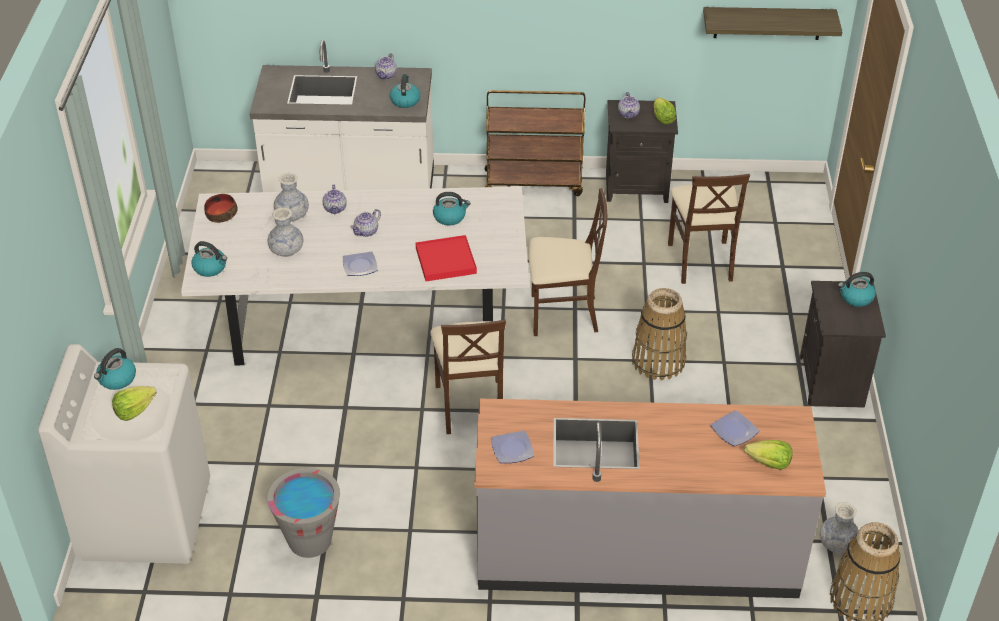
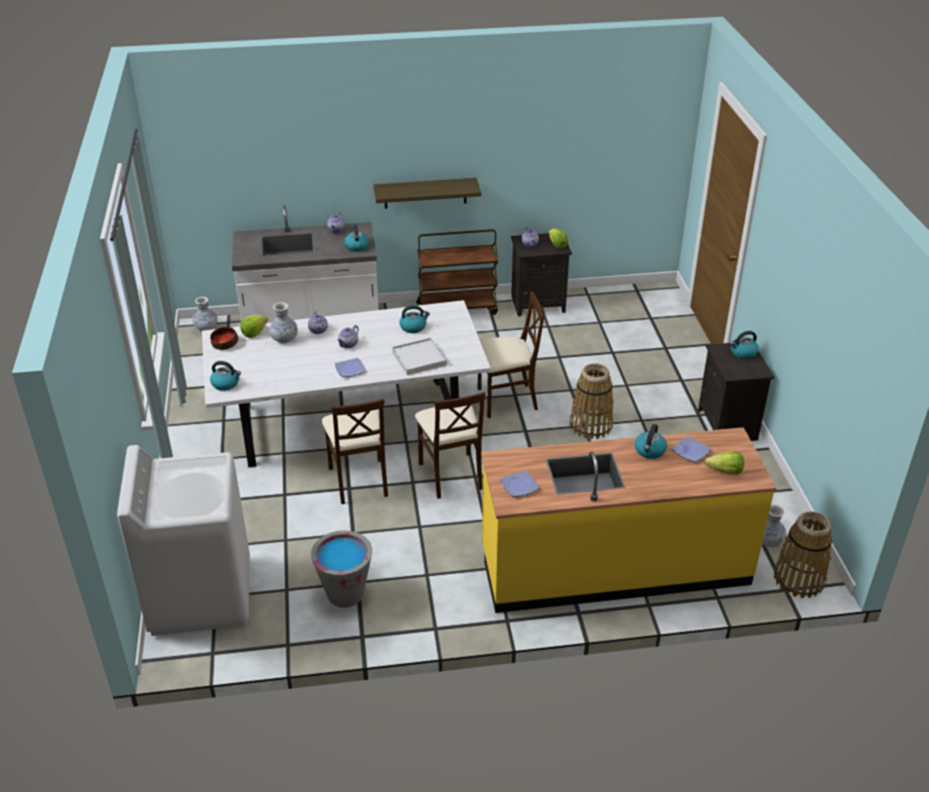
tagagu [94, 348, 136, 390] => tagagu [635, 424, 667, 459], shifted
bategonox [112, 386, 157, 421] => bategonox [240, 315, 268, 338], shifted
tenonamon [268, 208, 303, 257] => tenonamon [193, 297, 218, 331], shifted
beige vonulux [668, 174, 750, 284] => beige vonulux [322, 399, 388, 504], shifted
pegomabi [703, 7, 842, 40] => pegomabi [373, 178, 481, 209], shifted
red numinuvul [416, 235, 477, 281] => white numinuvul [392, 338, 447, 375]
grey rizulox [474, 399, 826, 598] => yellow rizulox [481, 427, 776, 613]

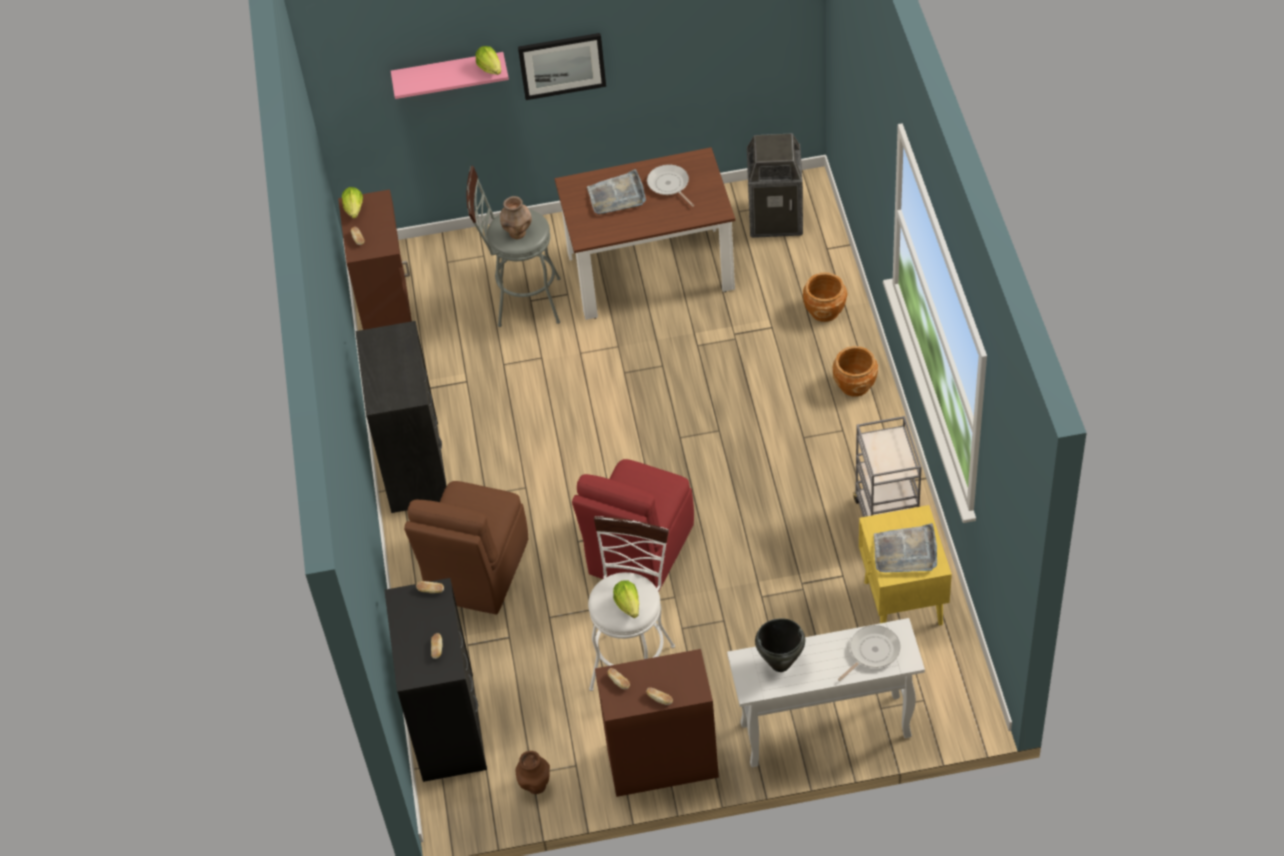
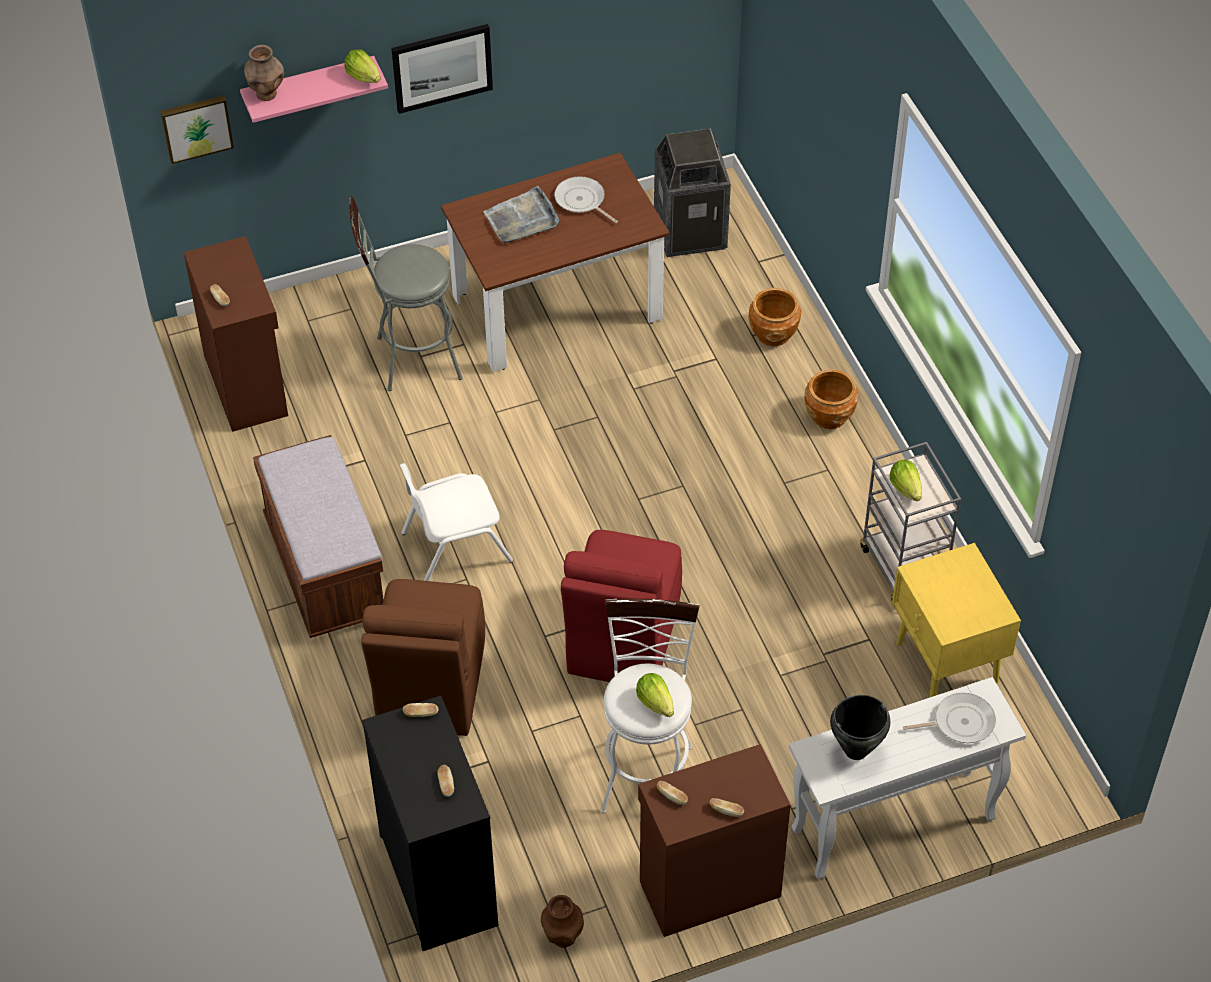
grey numinuvul [874, 523, 937, 572] => nothing
nothing => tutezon [160, 95, 234, 164]
nothing => white vonulux [400, 463, 513, 581]
bategonox [342, 187, 363, 219] => bategonox [890, 460, 922, 501], shifted
brown tenonamon [500, 196, 532, 239] => brown tenonamon [244, 45, 284, 101], shifted
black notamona [355, 321, 447, 513] => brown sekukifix [253, 435, 384, 638]
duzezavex [838, 625, 901, 681] => duzezavex [903, 693, 996, 743], 45 degrees clockwise

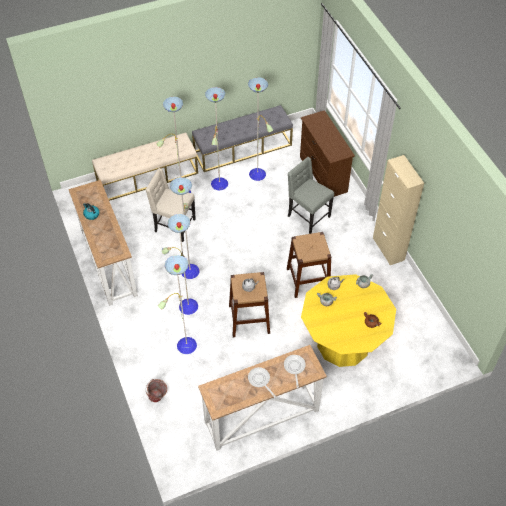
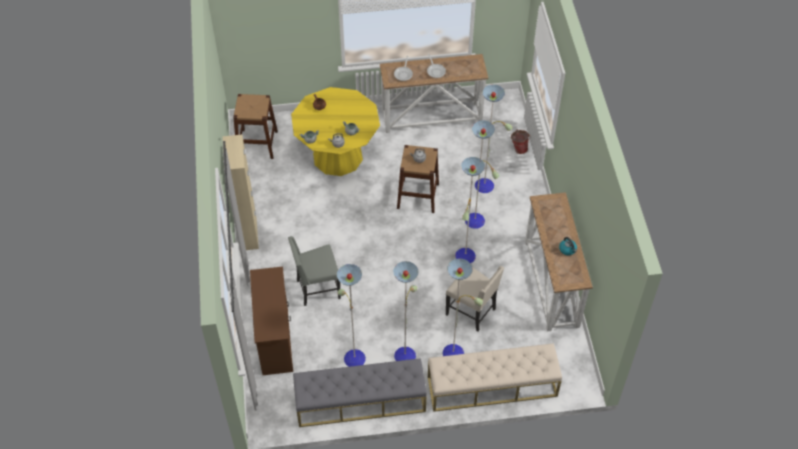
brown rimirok [287, 232, 331, 298] => brown rimirok [233, 94, 278, 159], shifted
grey vonulux [288, 157, 334, 234] => grey vonulux [288, 236, 341, 306], 105 degrees clockwise

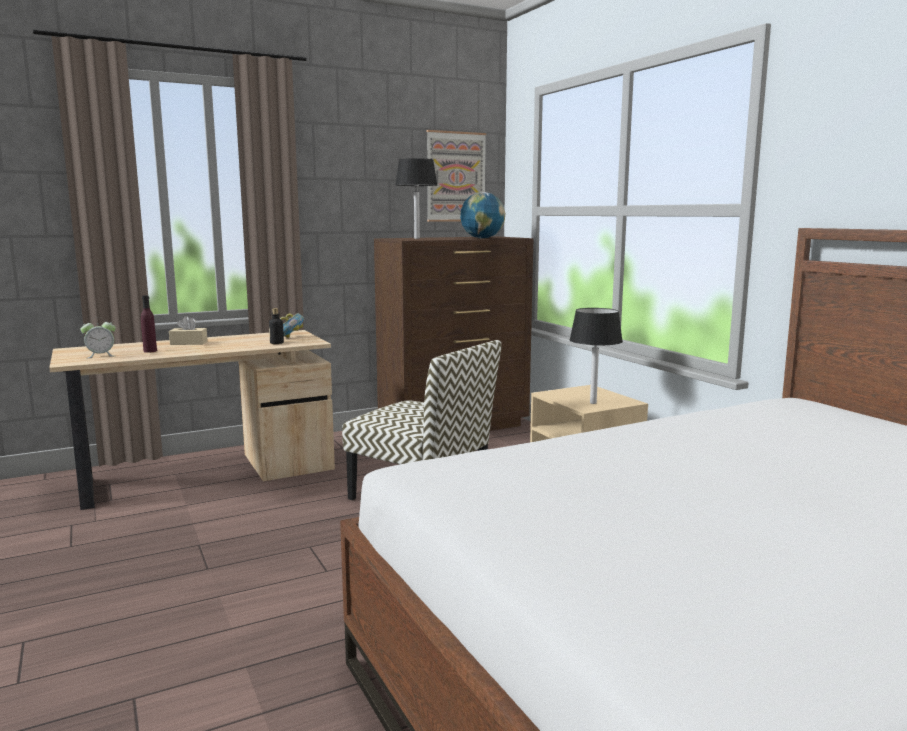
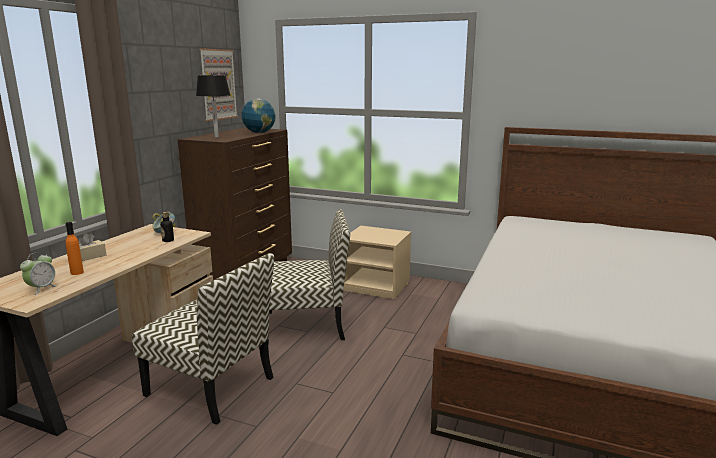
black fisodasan [569, 308, 623, 404] => nothing
nothing => vonulux [132, 253, 274, 425]
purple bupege [141, 295, 157, 353] => orange bupege [65, 222, 84, 275]

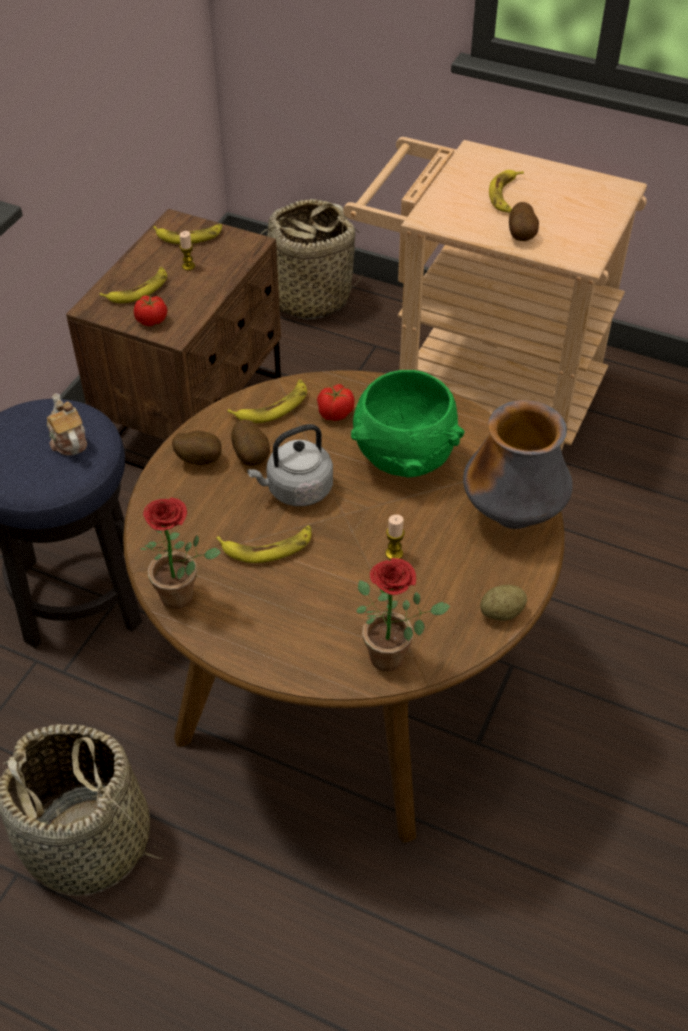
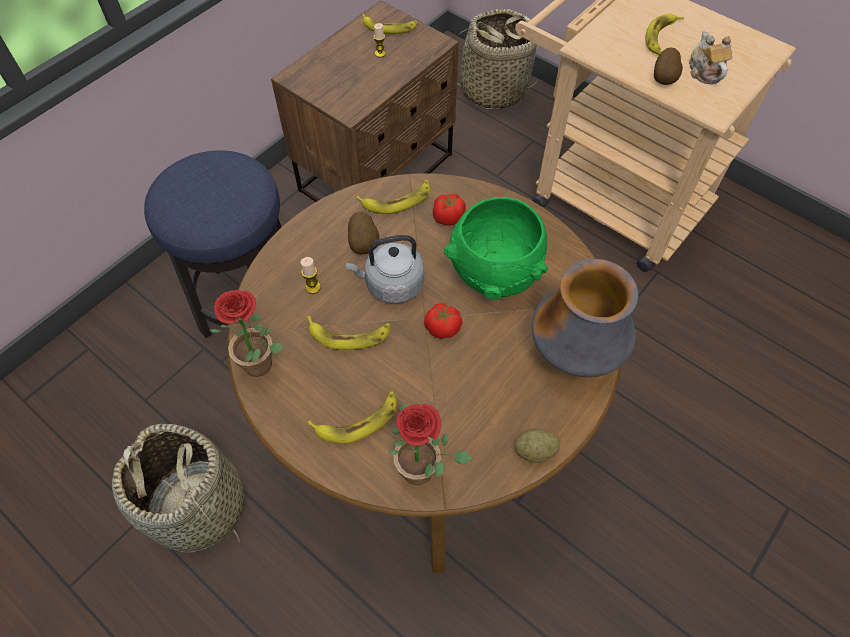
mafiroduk [172, 431, 222, 466] => nothing
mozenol [47, 393, 87, 456] => mozenol [689, 31, 733, 84], shifted
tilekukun [99, 267, 167, 303] => tilekukun [308, 392, 397, 443], shifted
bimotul [134, 295, 167, 326] => bimotul [424, 303, 462, 339], shifted
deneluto [386, 515, 405, 560] => deneluto [301, 257, 321, 294], shifted

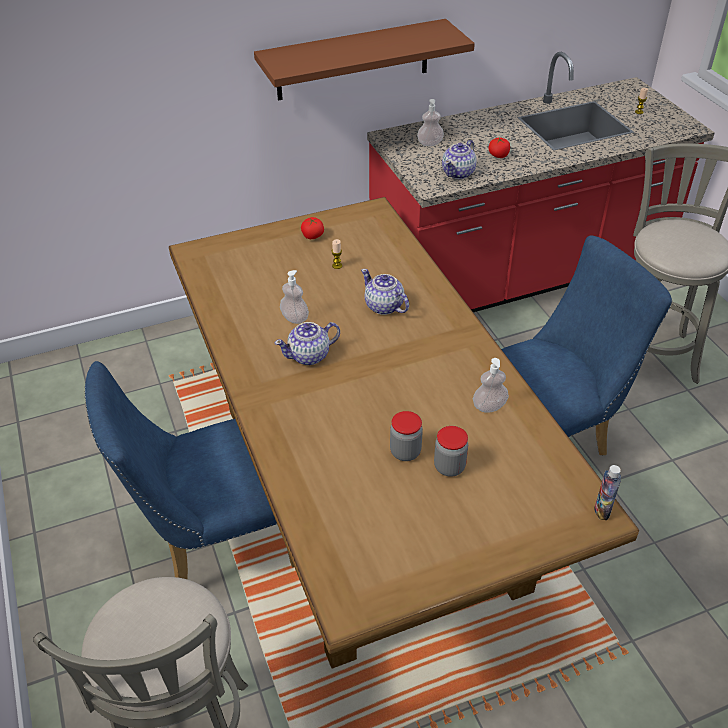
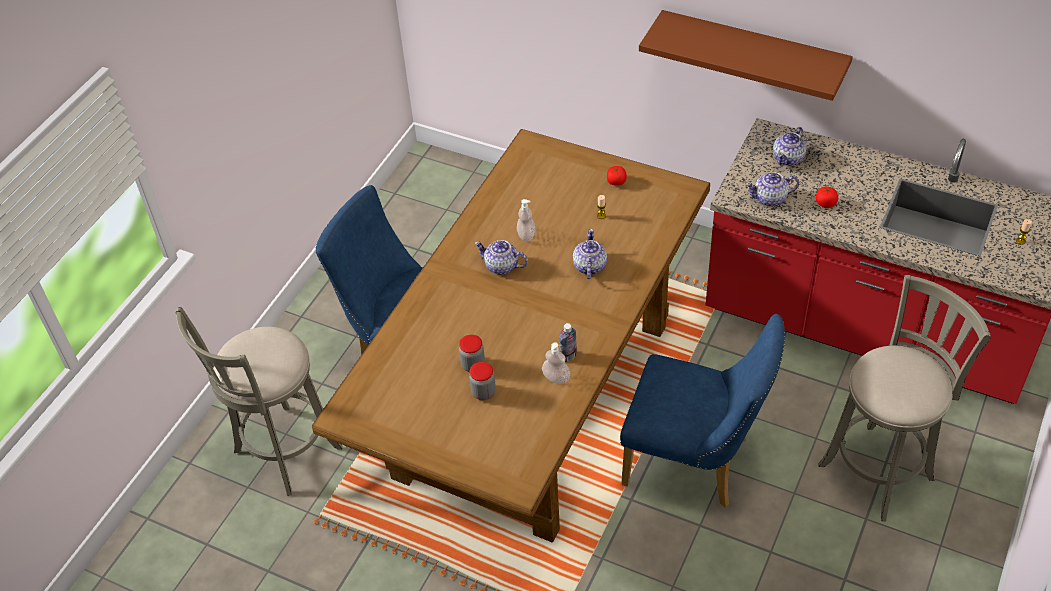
bupege [595, 465, 621, 520] => bupege [559, 323, 577, 362], shifted
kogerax [417, 99, 444, 146] => mozenol [773, 127, 806, 166]

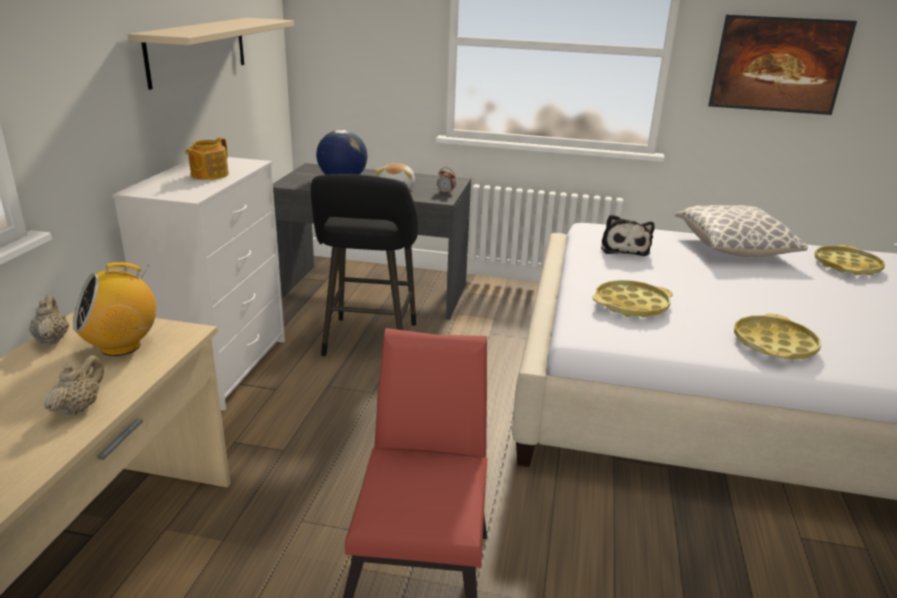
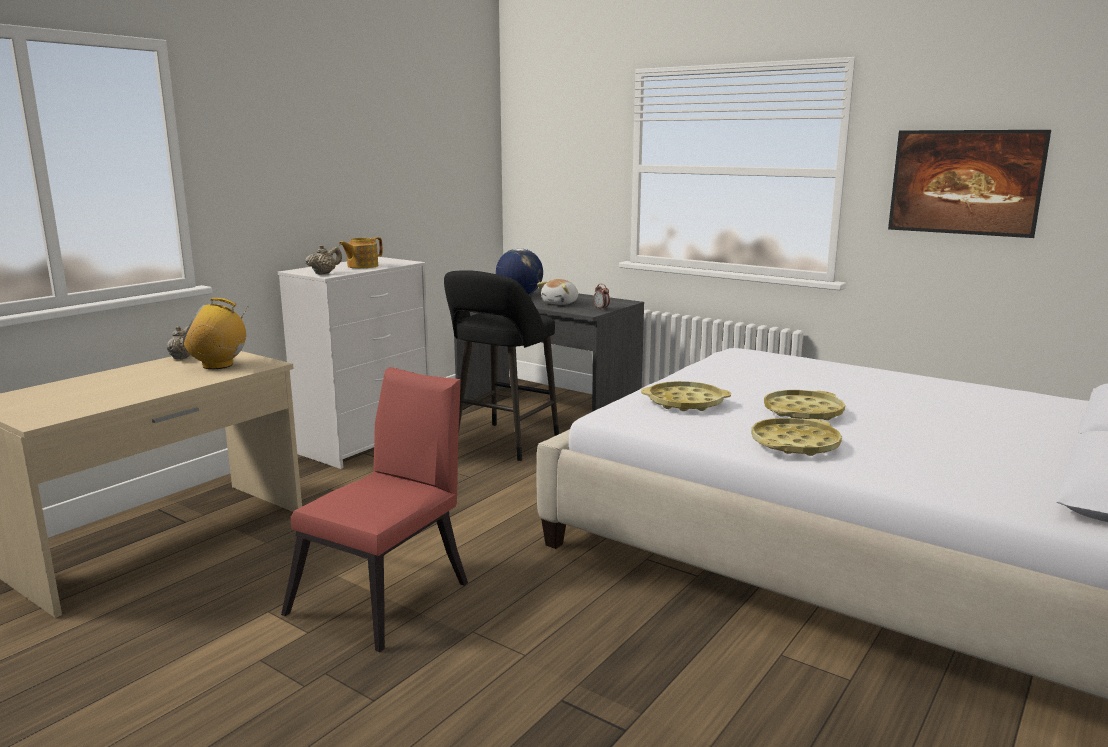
beige pegomabi [127, 18, 294, 90] => nothing
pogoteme [601, 214, 654, 256] => nothing
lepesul [675, 205, 808, 257] => nothing
beige mozenol [44, 355, 104, 416] => beige mozenol [305, 244, 342, 275], shifted
yellow numinuvul [815, 245, 885, 275] => yellow numinuvul [764, 390, 845, 420], shifted

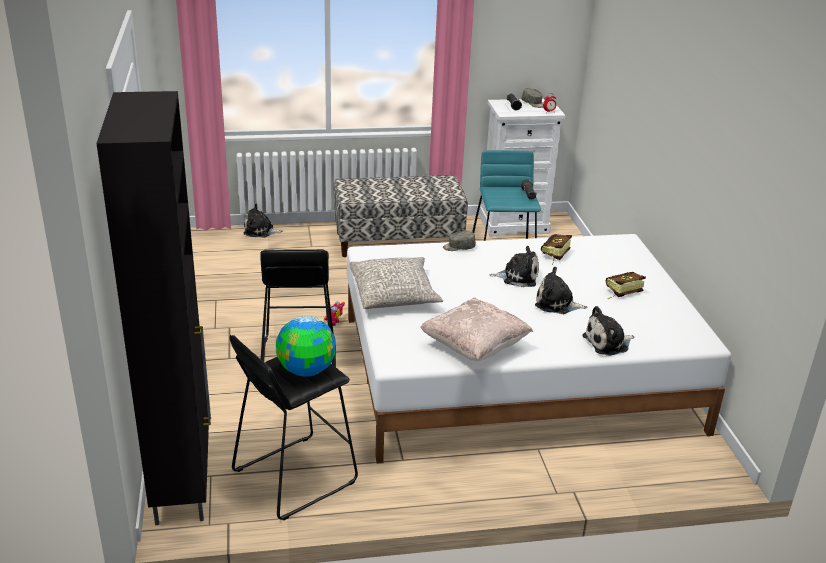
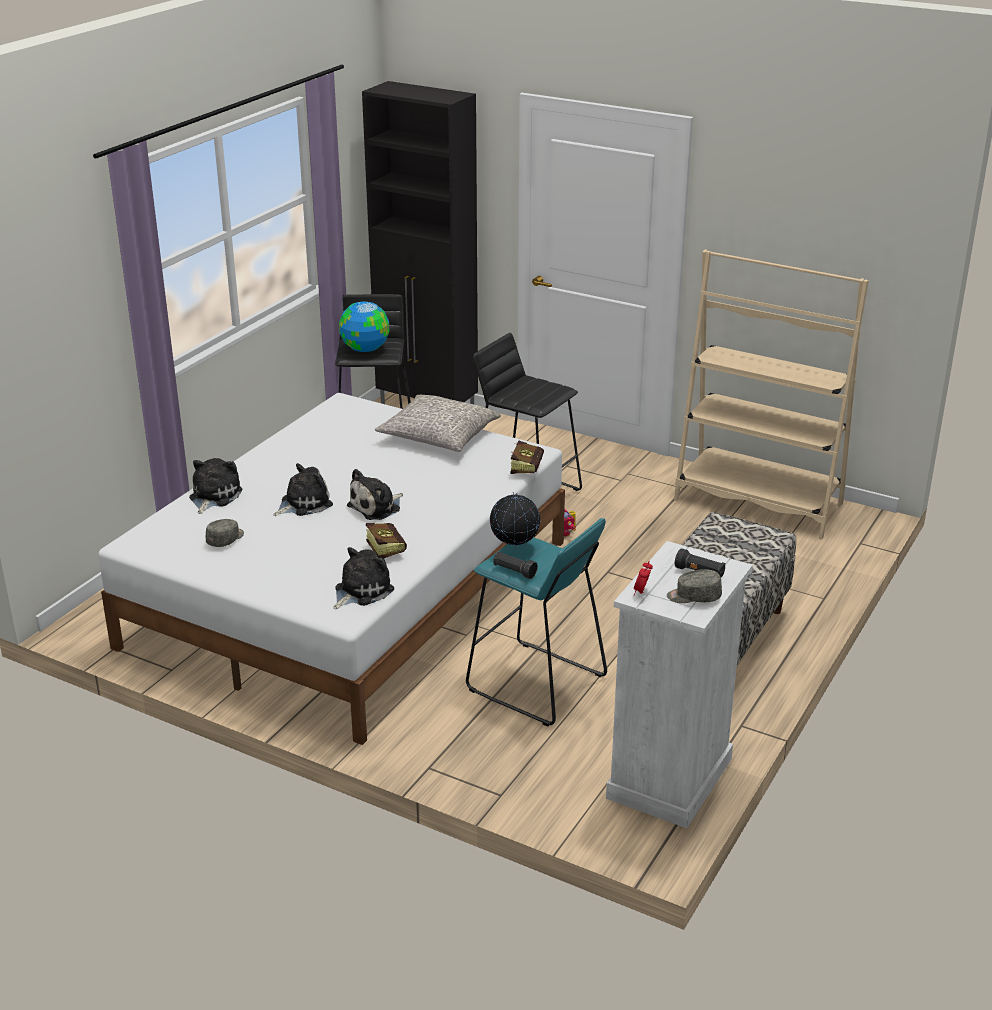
beige lepesul [420, 297, 533, 361] => nothing
nothing => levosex [490, 492, 540, 548]
nothing => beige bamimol [674, 249, 869, 540]
pogoteme [244, 204, 283, 238] => pogoteme [334, 547, 394, 609], shifted
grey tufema [443, 231, 476, 251] => grey tufema [205, 519, 244, 547], shifted
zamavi [606, 272, 646, 299] => zamavi [510, 440, 544, 474], shifted

